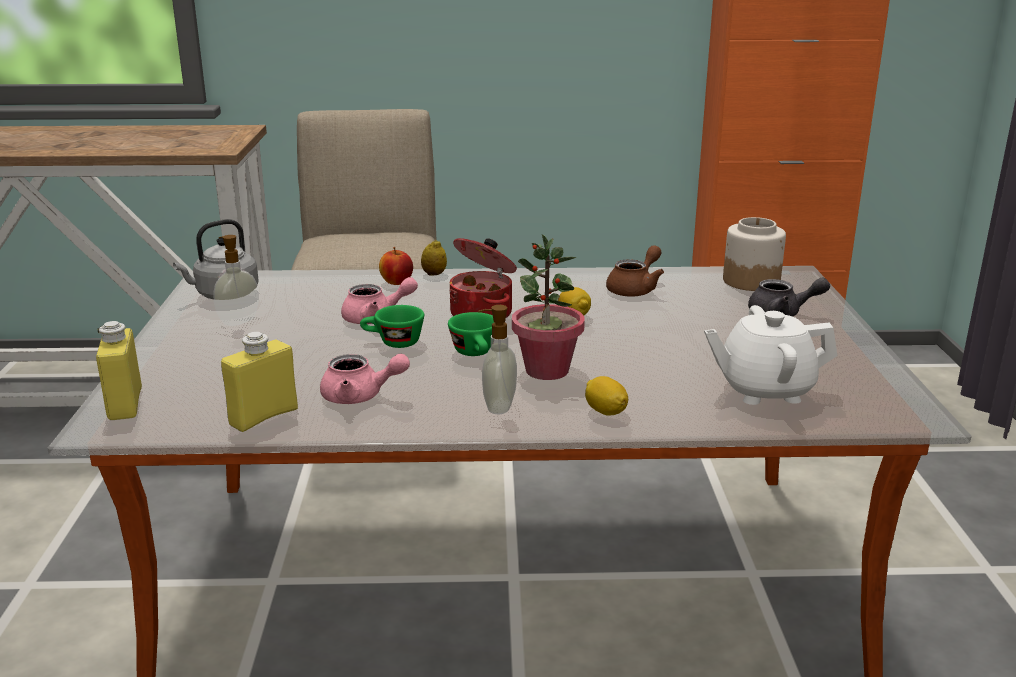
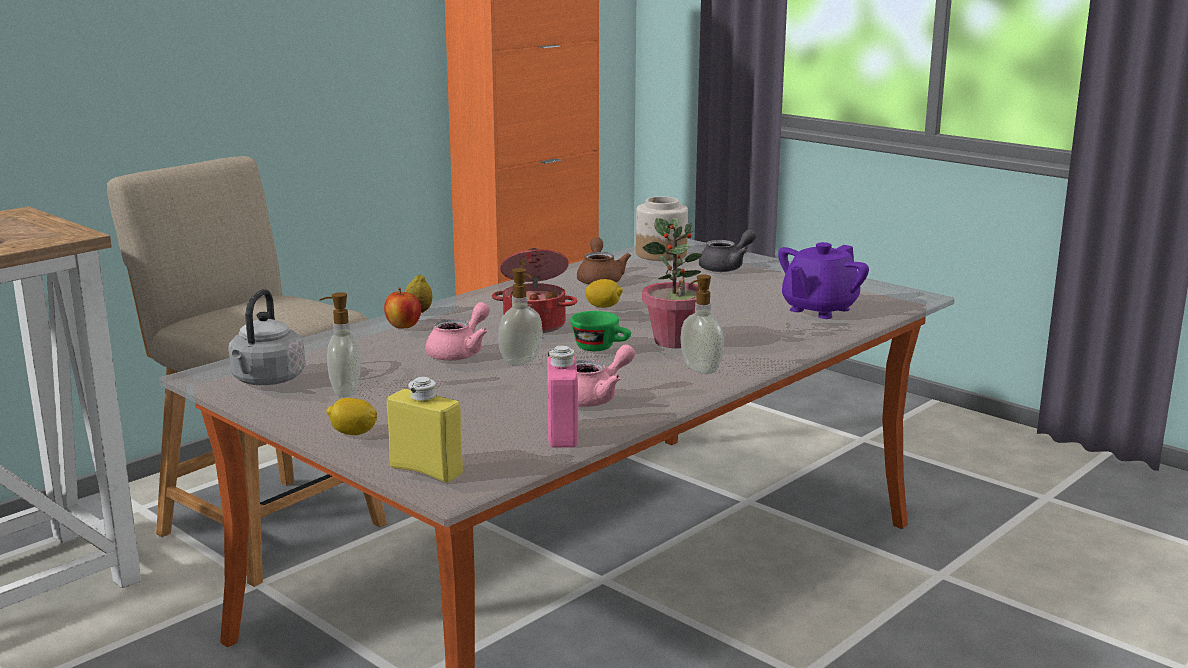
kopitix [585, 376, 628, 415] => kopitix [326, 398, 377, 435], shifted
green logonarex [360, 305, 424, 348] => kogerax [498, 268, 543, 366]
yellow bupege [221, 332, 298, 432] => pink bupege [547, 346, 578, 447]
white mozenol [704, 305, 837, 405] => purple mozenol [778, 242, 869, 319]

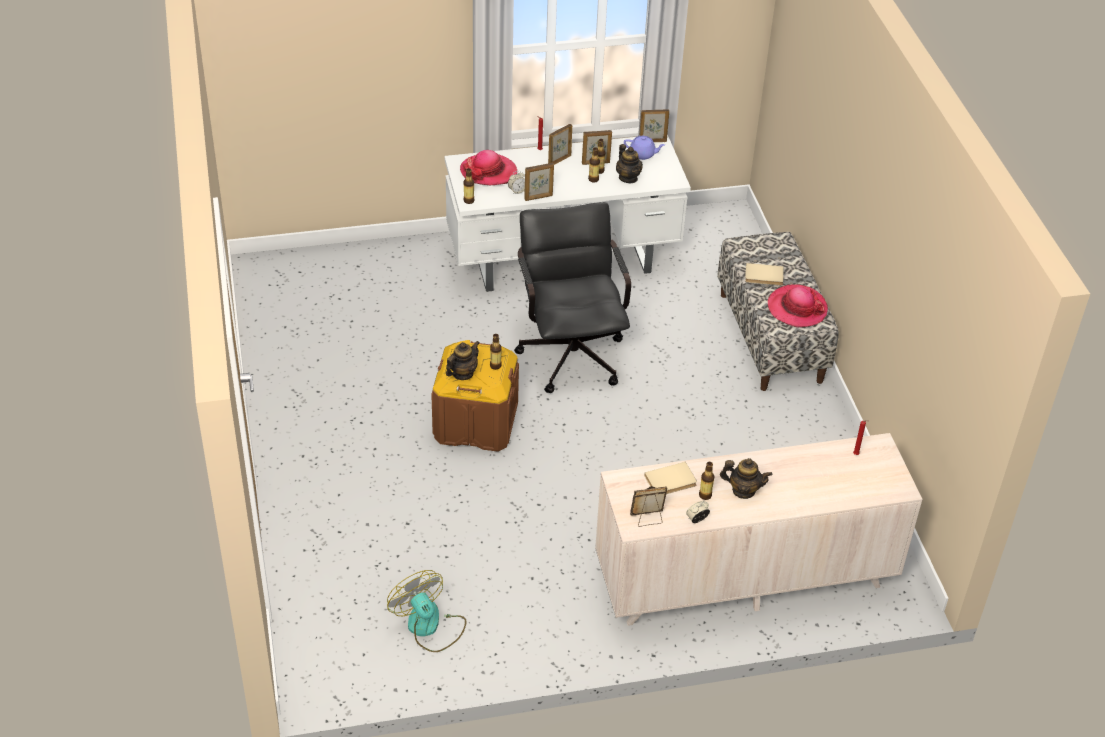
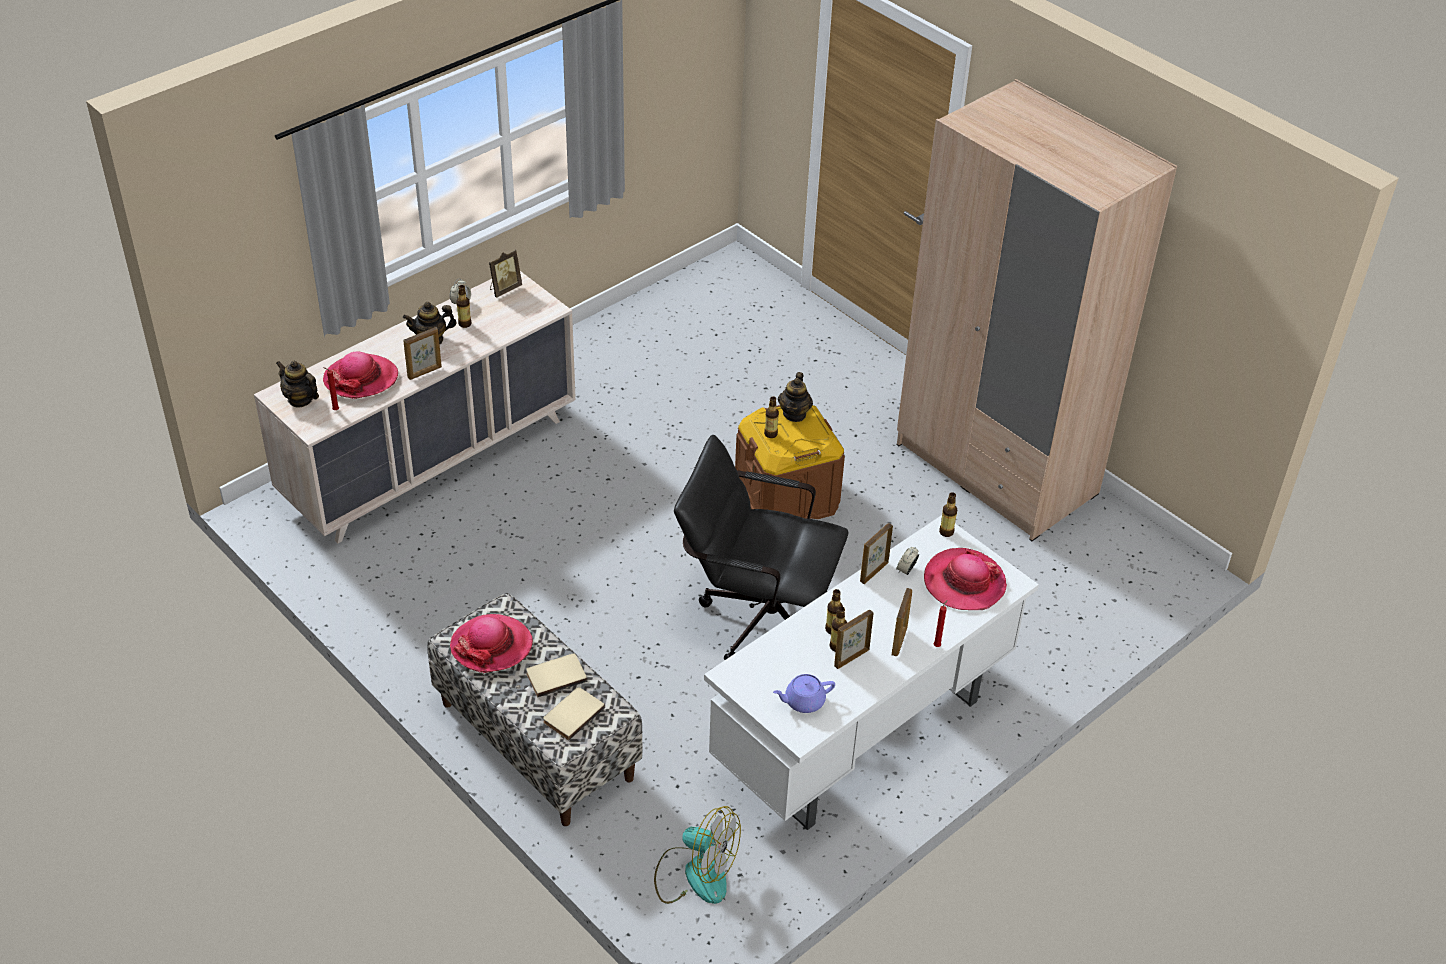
nothing => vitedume [323, 352, 398, 399]
nothing => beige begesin [897, 79, 1177, 541]
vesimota [387, 570, 466, 652] => vesimota [654, 806, 741, 904], shifted
mozenol [616, 144, 643, 183] => mozenol [276, 361, 319, 407], shifted
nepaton [639, 109, 669, 142] => nepaton [403, 327, 442, 380], shifted
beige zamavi [644, 462, 697, 494] => beige zamavi [543, 687, 605, 741], shifted
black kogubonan [514, 202, 631, 393] => black kogubonan [674, 435, 848, 660], 150 degrees clockwise

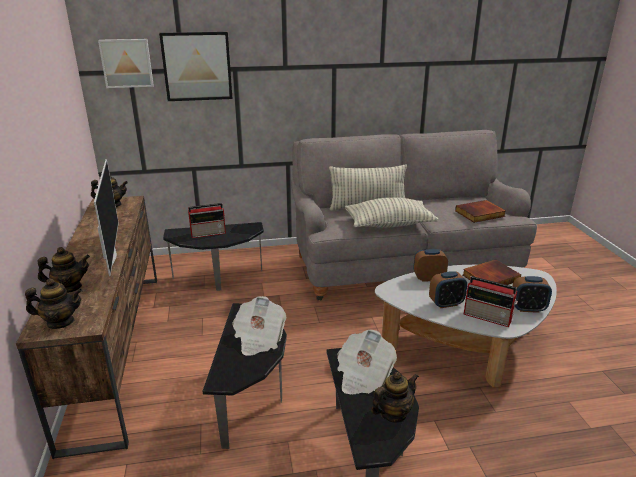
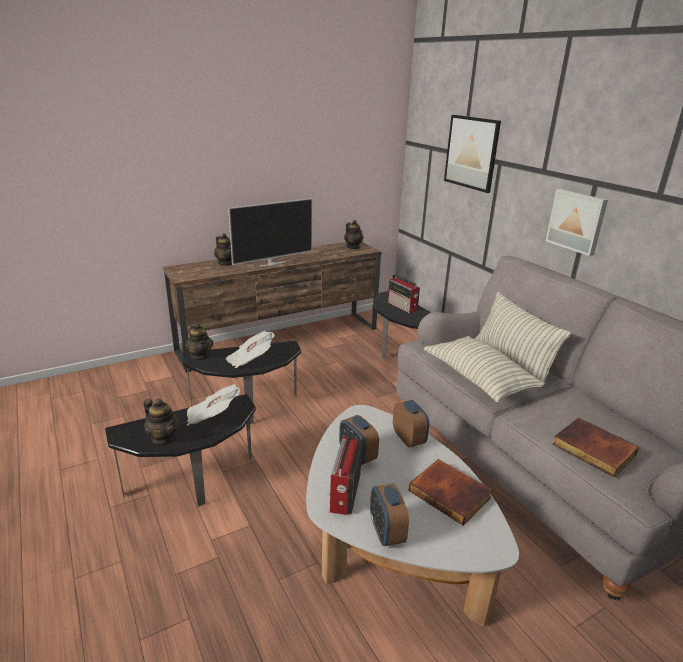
mozenol [25, 278, 83, 329] => mozenol [185, 323, 213, 361], shifted
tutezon [98, 39, 154, 88] => tutezon [546, 189, 608, 256], shifted

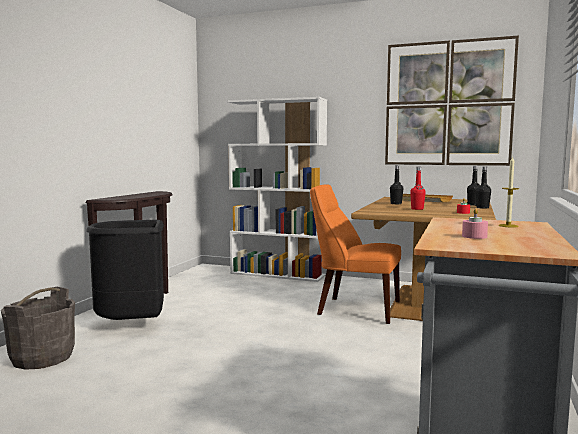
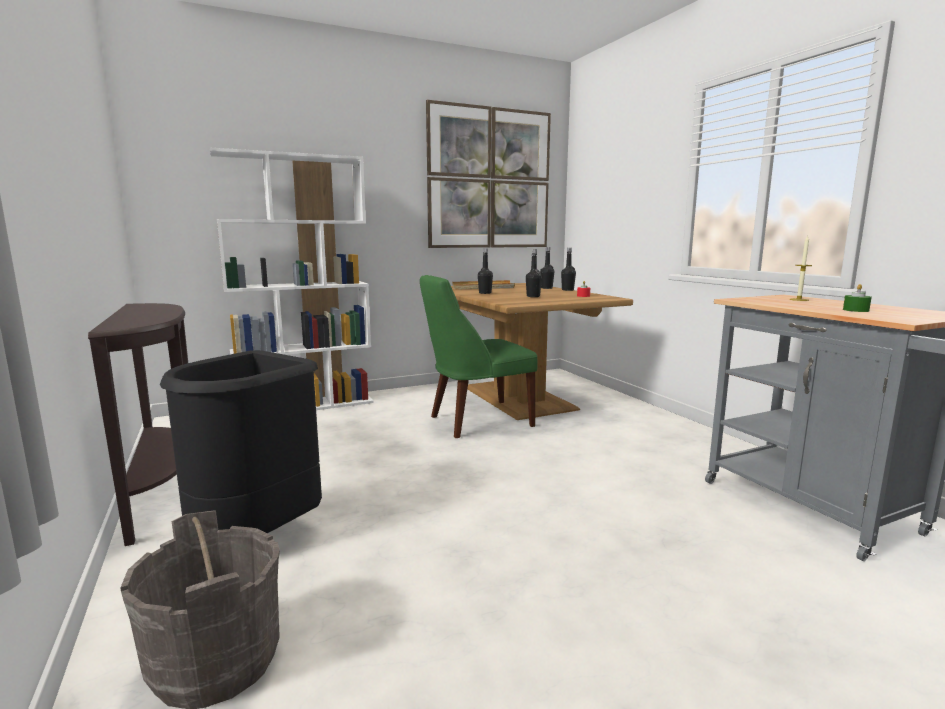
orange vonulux [310, 185, 401, 324] => green vonulux [420, 275, 538, 438]
red bupege [410, 167, 426, 210] => black bupege [526, 249, 542, 297]
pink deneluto [462, 209, 488, 239] => green deneluto [843, 284, 872, 312]

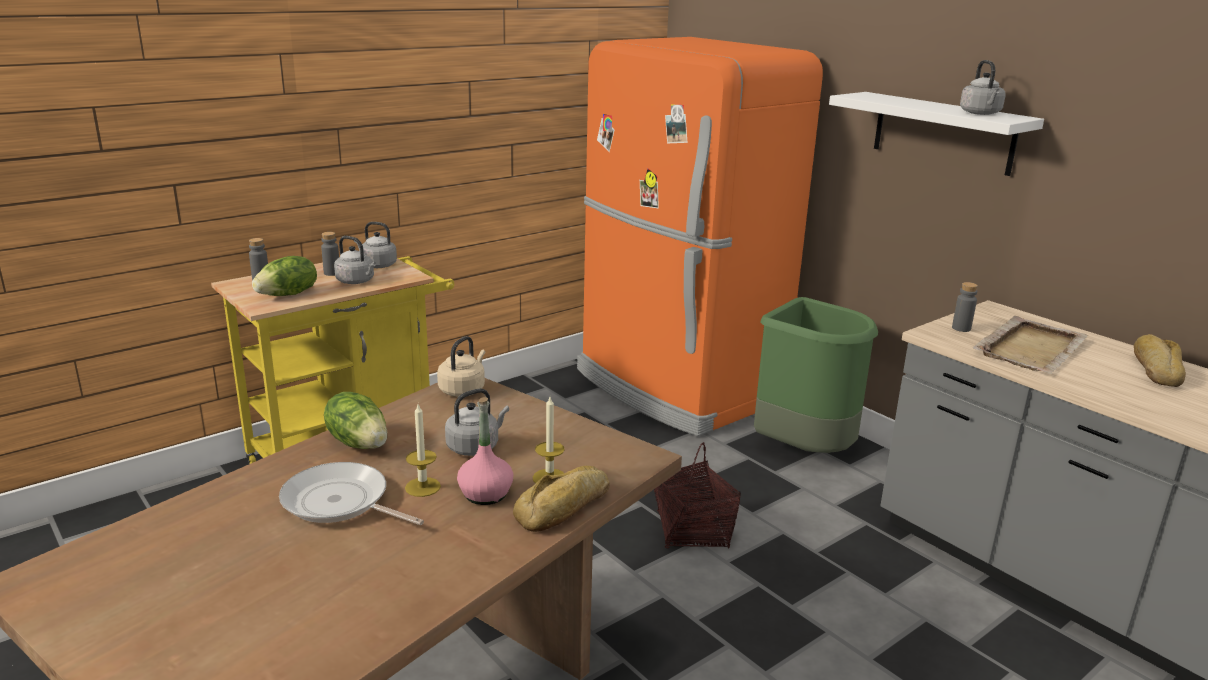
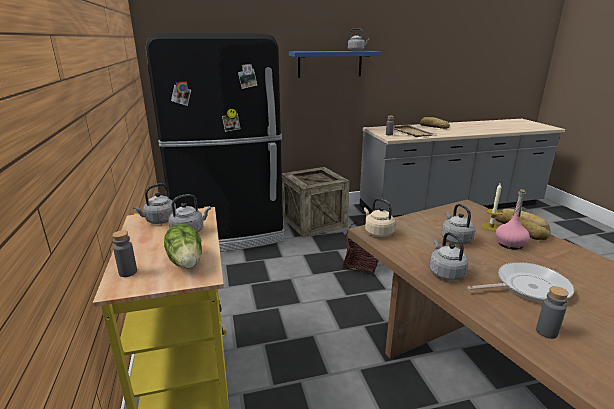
deneluto [405, 404, 441, 497] => nothing
grey bupege [321, 232, 339, 276] => grey bupege [536, 286, 569, 339], shifted
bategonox [324, 392, 387, 449] => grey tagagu [429, 232, 469, 281]
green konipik [754, 297, 878, 453] => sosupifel [282, 167, 349, 237]
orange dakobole [577, 37, 823, 436] => black dakobole [145, 33, 284, 252]
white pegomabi [829, 92, 1044, 176] => blue pegomabi [289, 51, 381, 78]
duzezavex [279, 462, 424, 525] => duzezavex [467, 262, 574, 303], 150 degrees counterclockwise

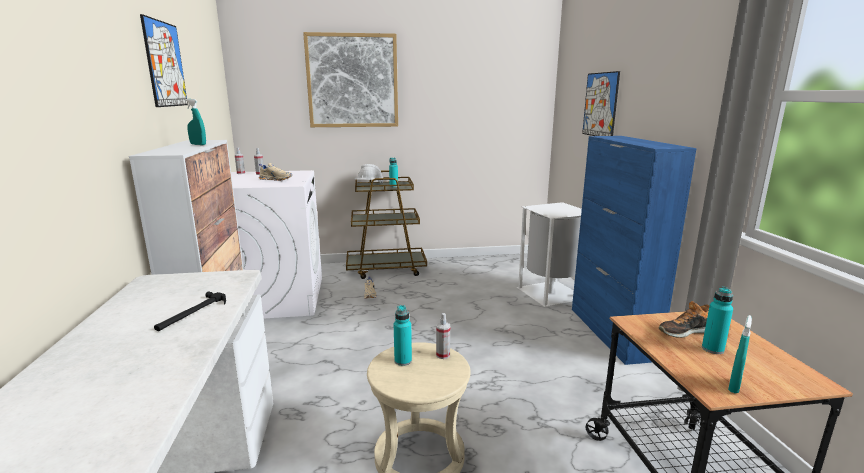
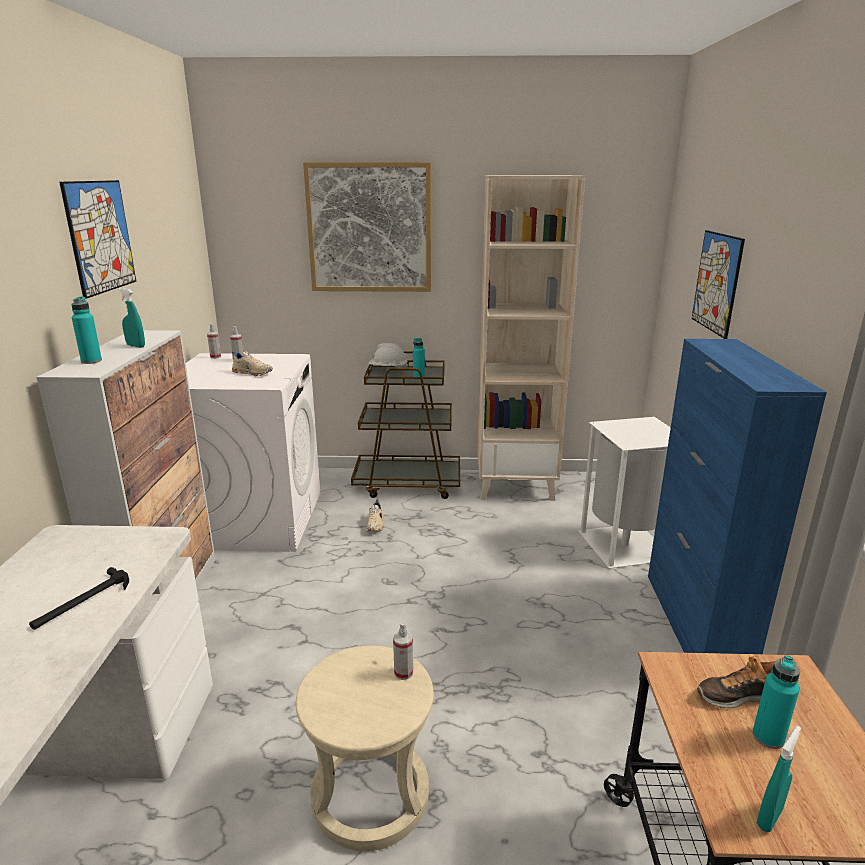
nothing => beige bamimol [477, 175, 585, 501]
turquoise bupege [394, 305, 412, 366] => turquoise bupege [72, 297, 102, 364], shifted

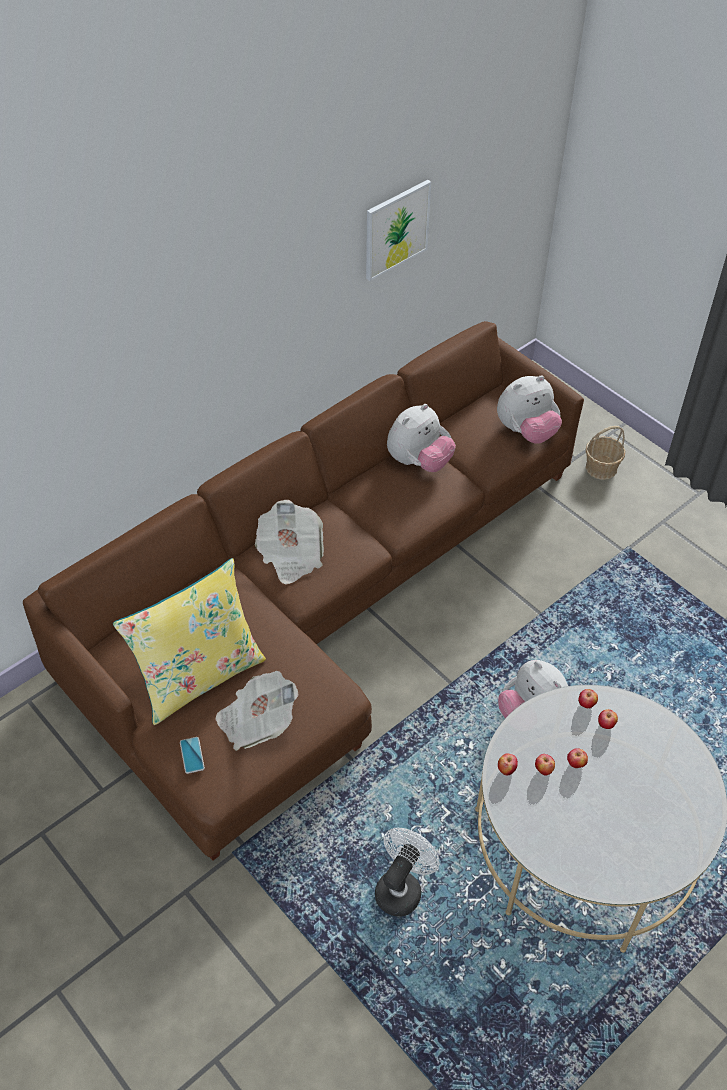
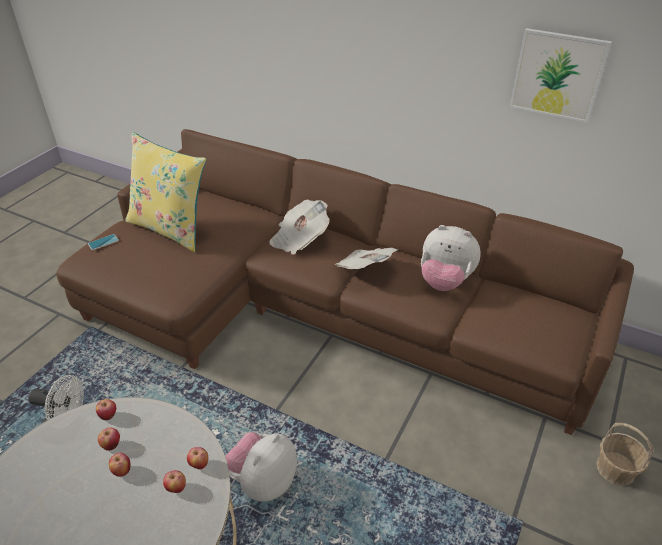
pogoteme [497, 375, 562, 444] => nothing
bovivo [215, 671, 299, 751] => bovivo [334, 248, 398, 269], shifted

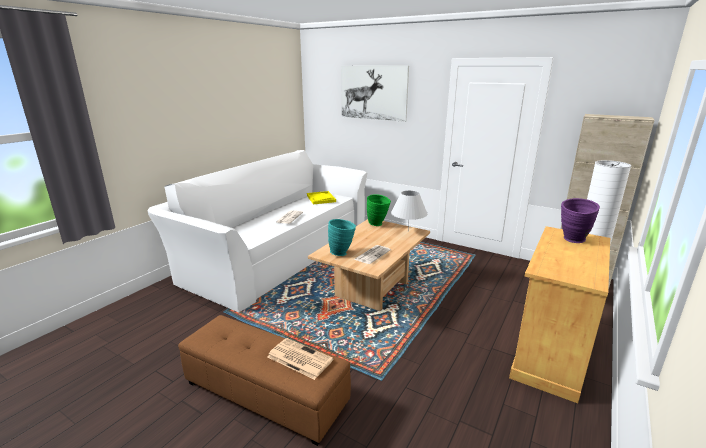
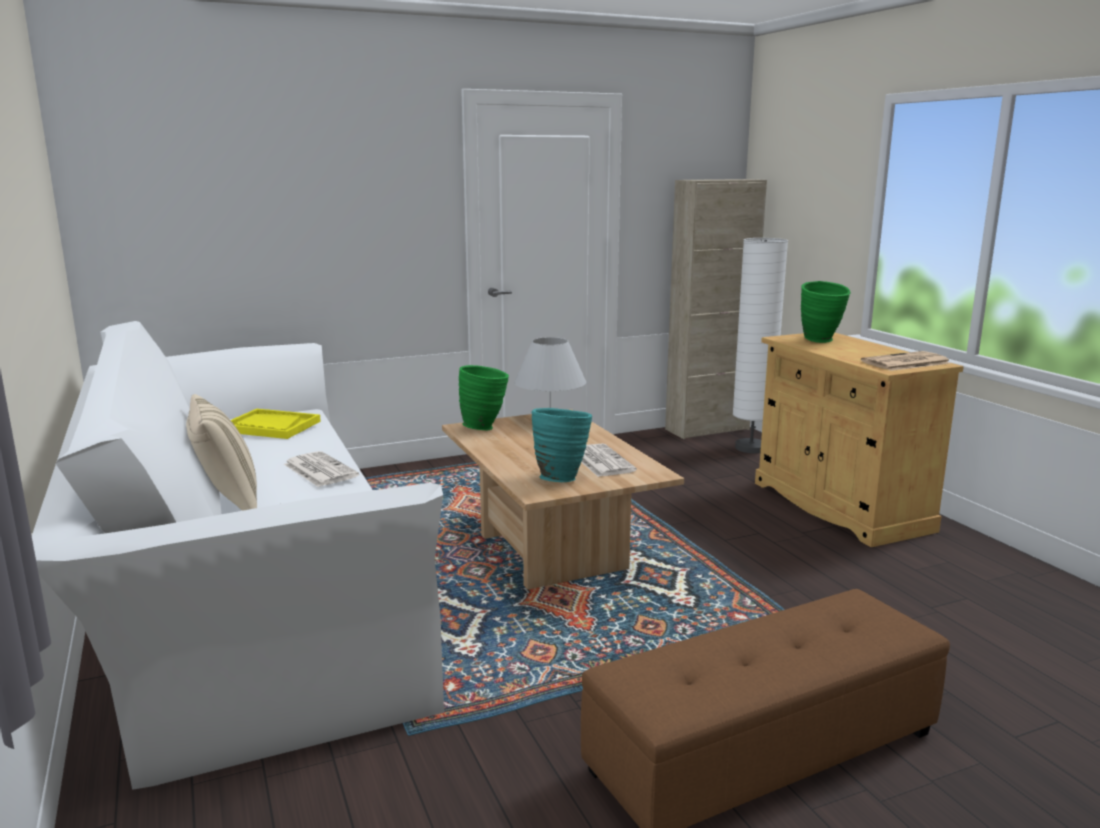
tutezon [341, 66, 409, 122] => nothing
nothing => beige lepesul [186, 394, 257, 511]
bovivo [267, 338, 334, 380] => bovivo [861, 351, 951, 371], shifted
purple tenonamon [561, 198, 600, 243] => green tenonamon [801, 281, 851, 343]

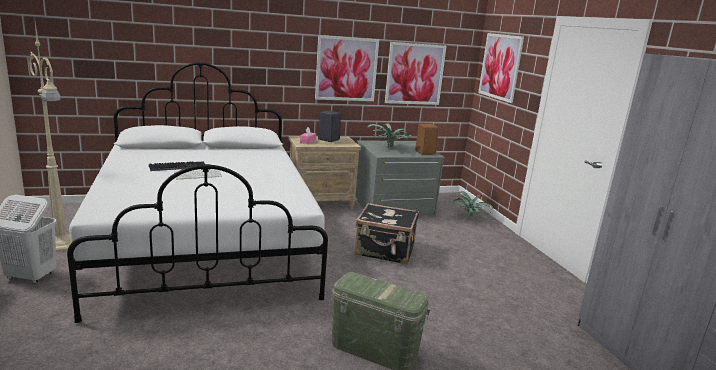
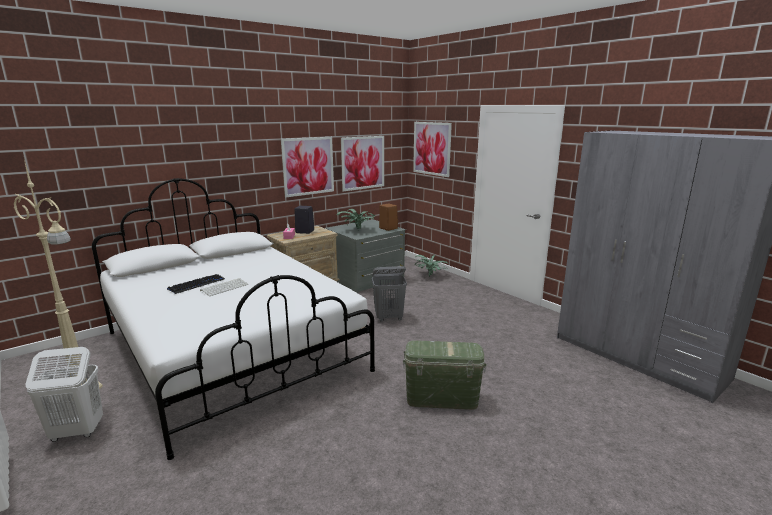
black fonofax [355, 203, 419, 264] => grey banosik [372, 266, 407, 322]

